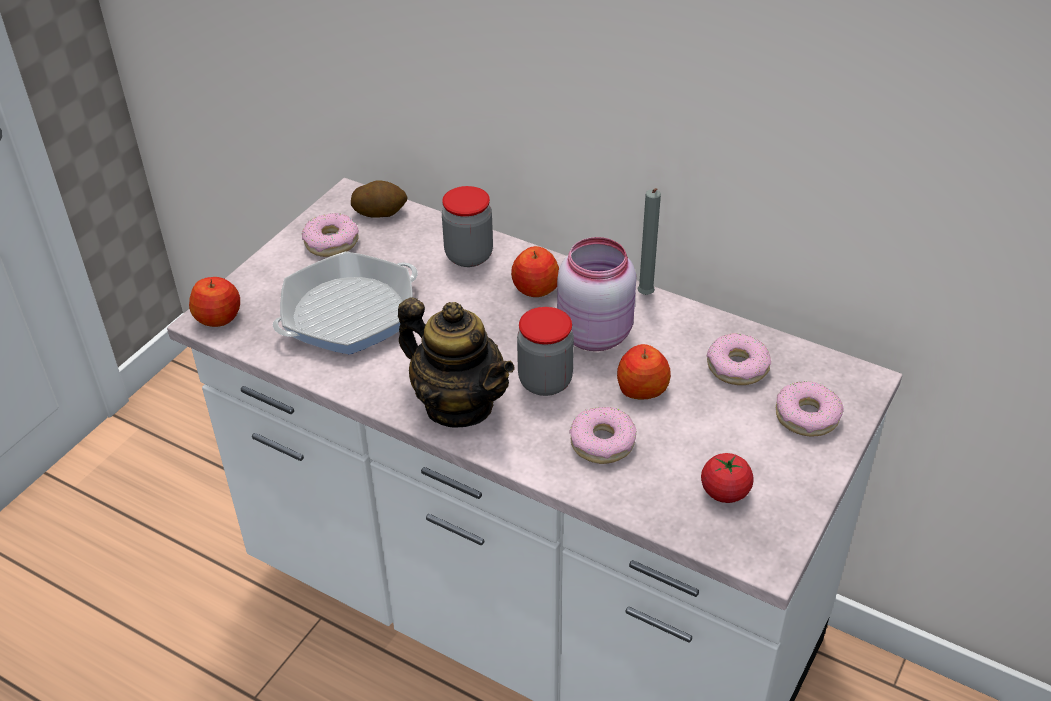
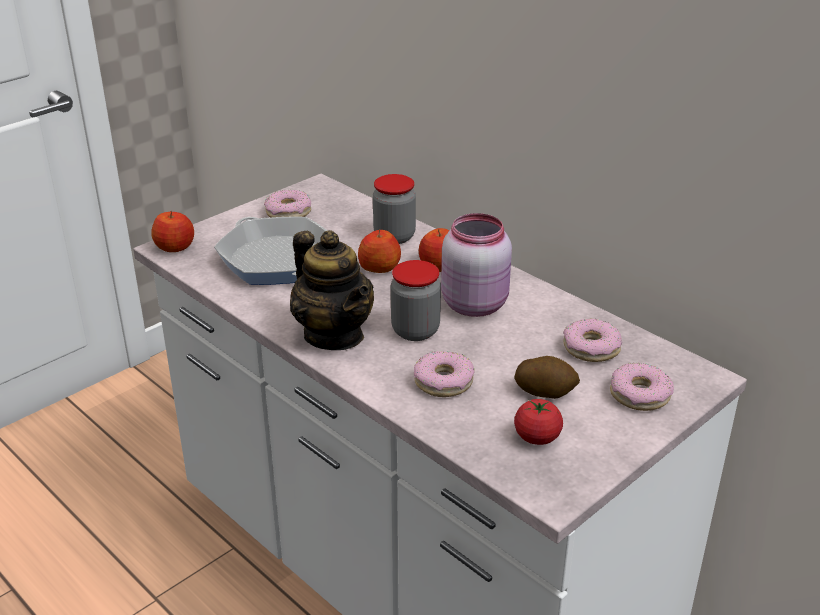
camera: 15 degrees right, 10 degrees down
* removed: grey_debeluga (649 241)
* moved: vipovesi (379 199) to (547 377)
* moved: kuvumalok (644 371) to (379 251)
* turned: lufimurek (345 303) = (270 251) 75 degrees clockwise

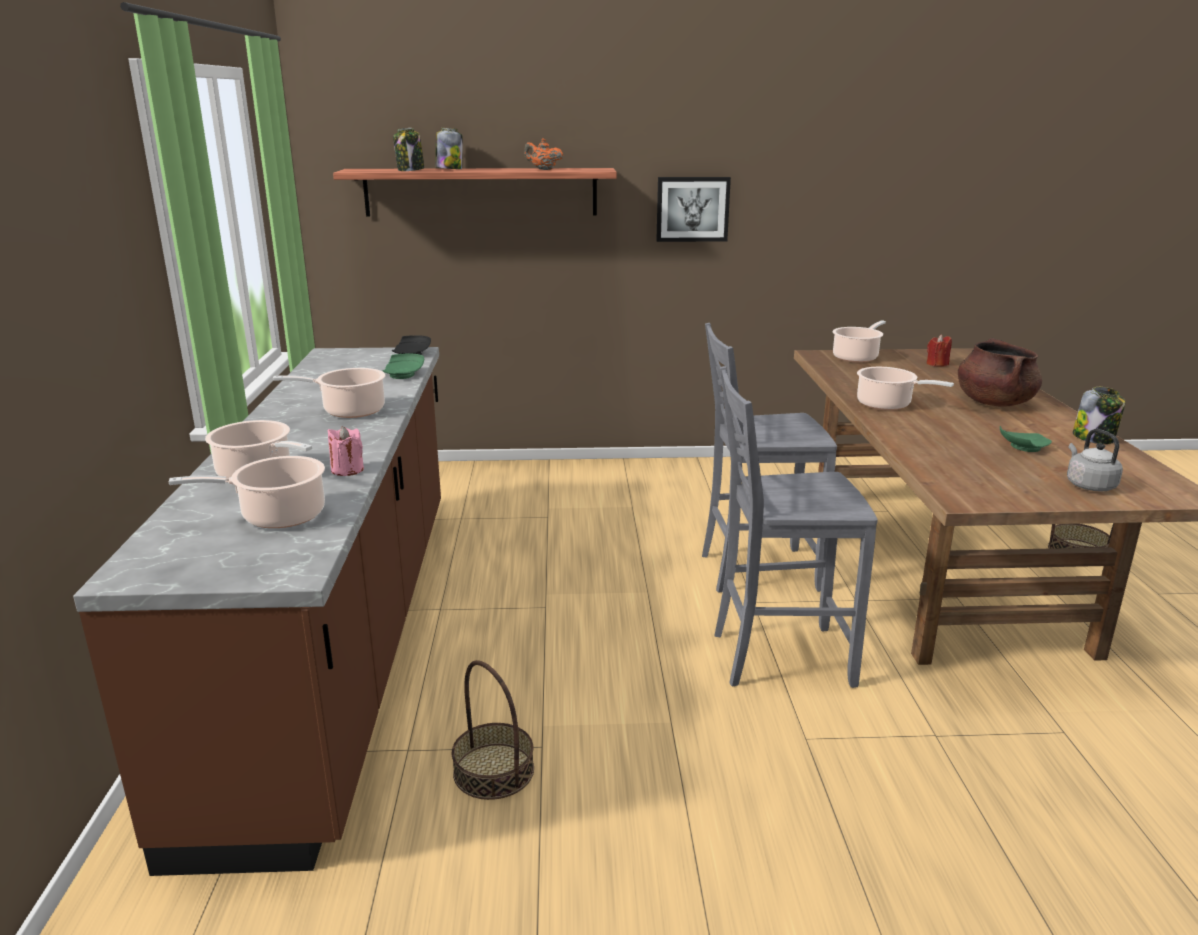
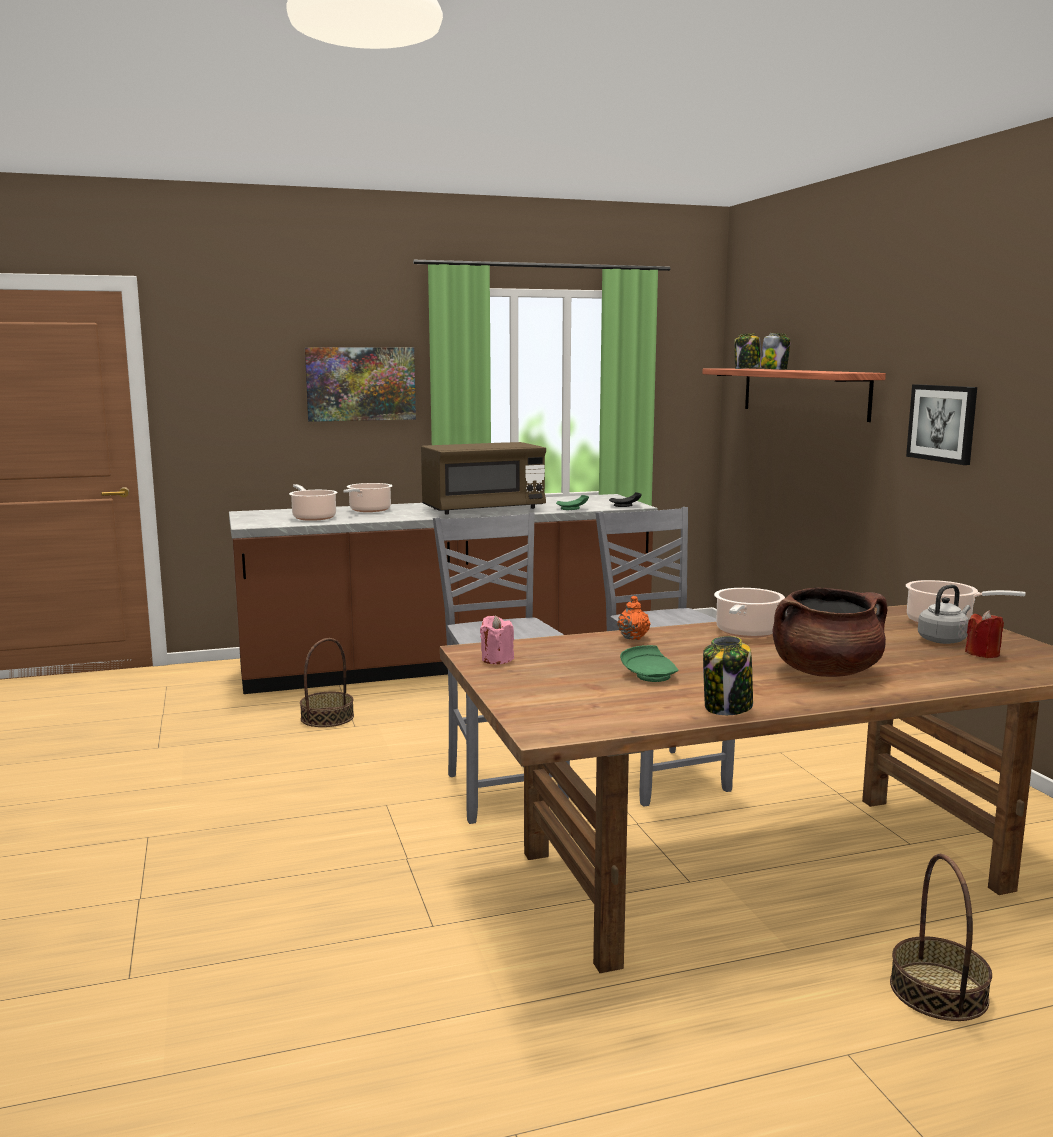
camera: 75 degrees right, 10 degrees down
* added: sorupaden (360 384)
* moved: pink_debeluga (346 451) to (497 640)
* moved: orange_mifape (543 154) to (634 618)
* moved: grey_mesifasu (1095 460) to (944 614)
* replaced: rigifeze (329 393) to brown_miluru (483 478)

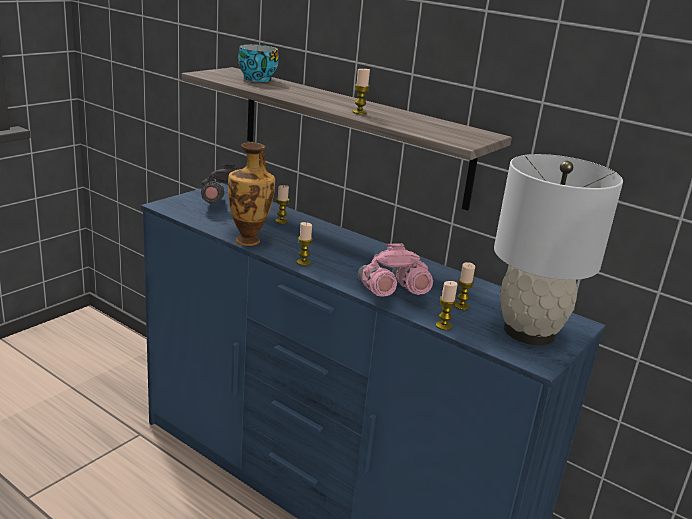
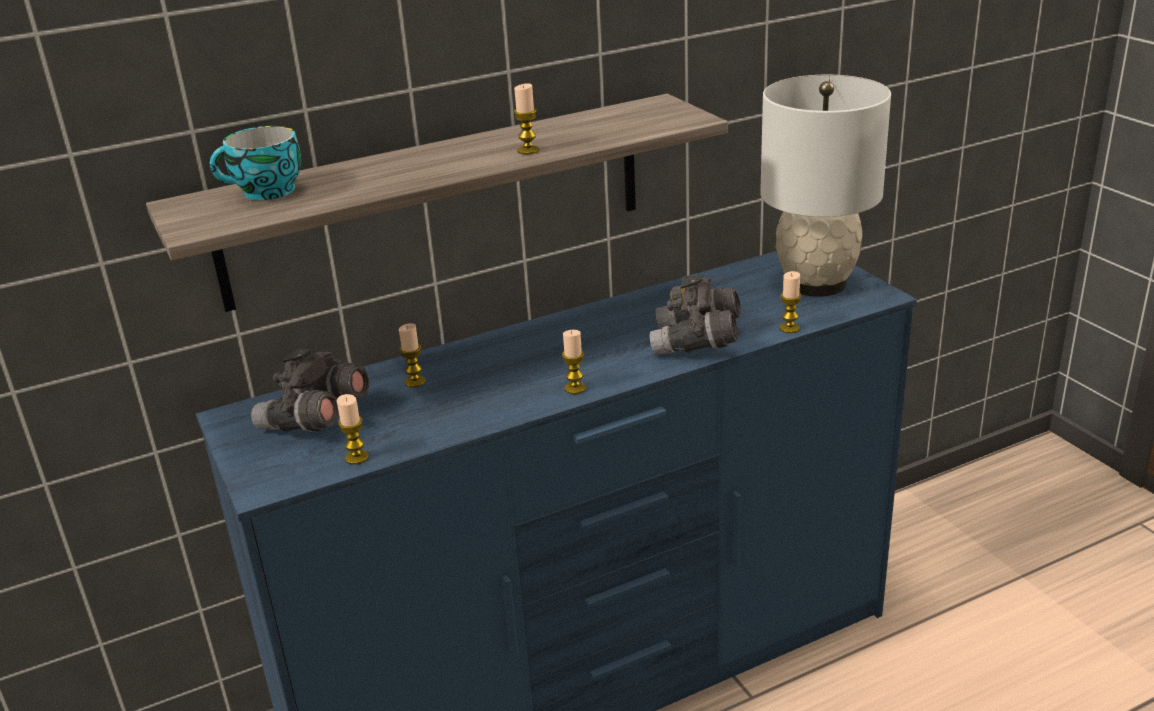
camera: 60 degrees left, 5 degrees up
* removed: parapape (251 194)
* moved: debeluga (464 286) to (353 429)
* recoloured: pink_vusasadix (395 270) to grey_vusasadix (695 314)

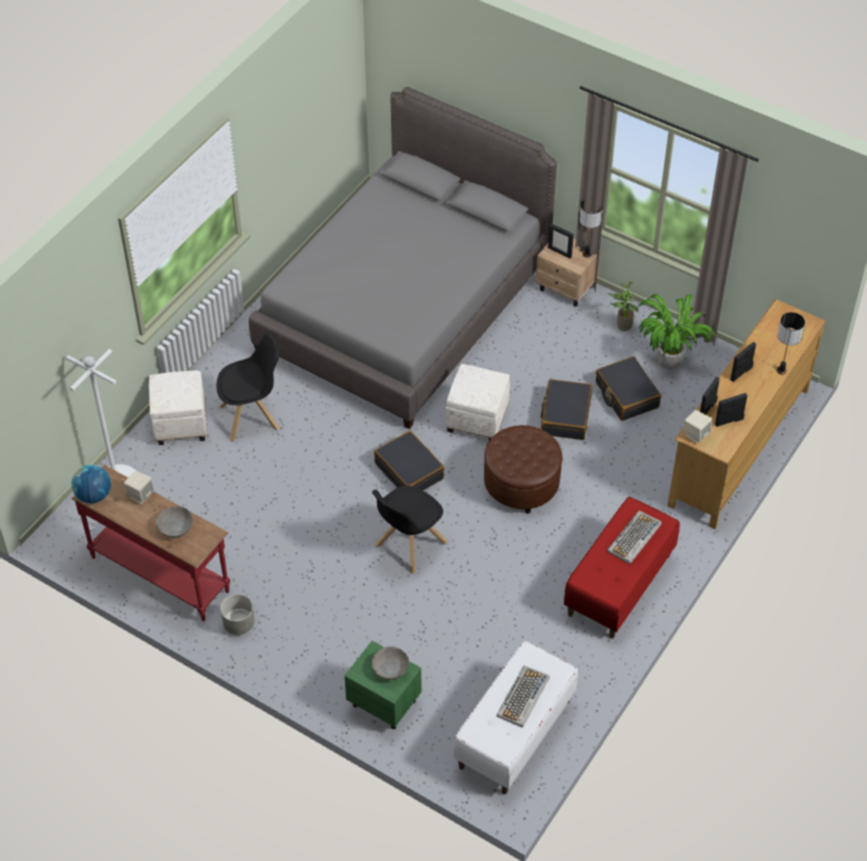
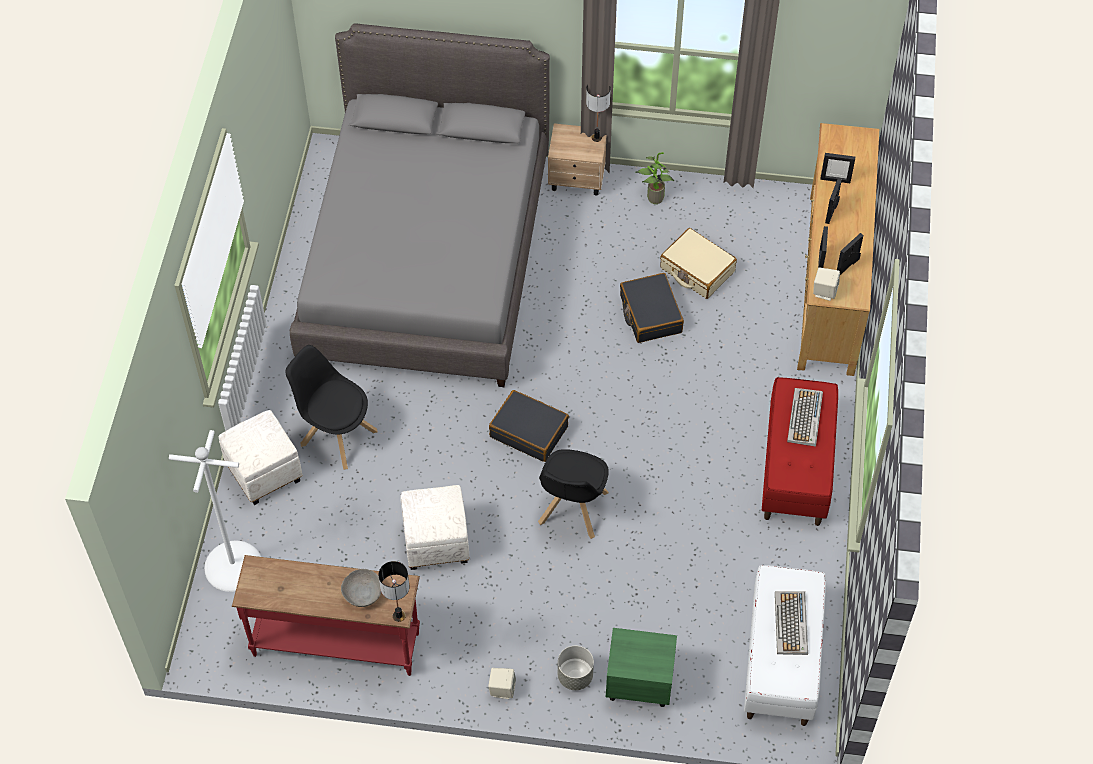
camera: 25 degrees left, 5 degrees up
* removed: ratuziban (91 484)
* removed: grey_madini (390 663)
* removed: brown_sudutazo (523 469)
* removed: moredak (677 332)
* moved: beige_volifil (139 487) to (502 683)
* moved: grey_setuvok (238 614) to (576 668)
* moved: white_sudutazo (478 402) to (435 527)
* moved: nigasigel (561 240) to (837 168)
* moved: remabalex (791 343) to (394 591)
* recoloured: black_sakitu (628 388) to beige_sakitu (698 263)
* turned: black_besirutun (248 387) = (331 407) 105 degrees counterclockwise

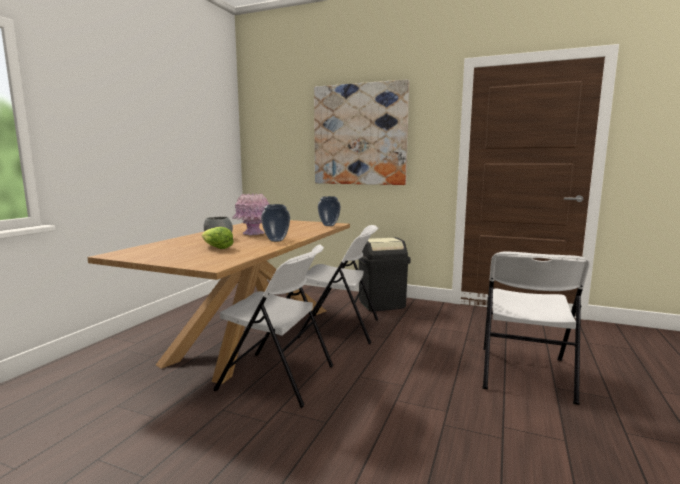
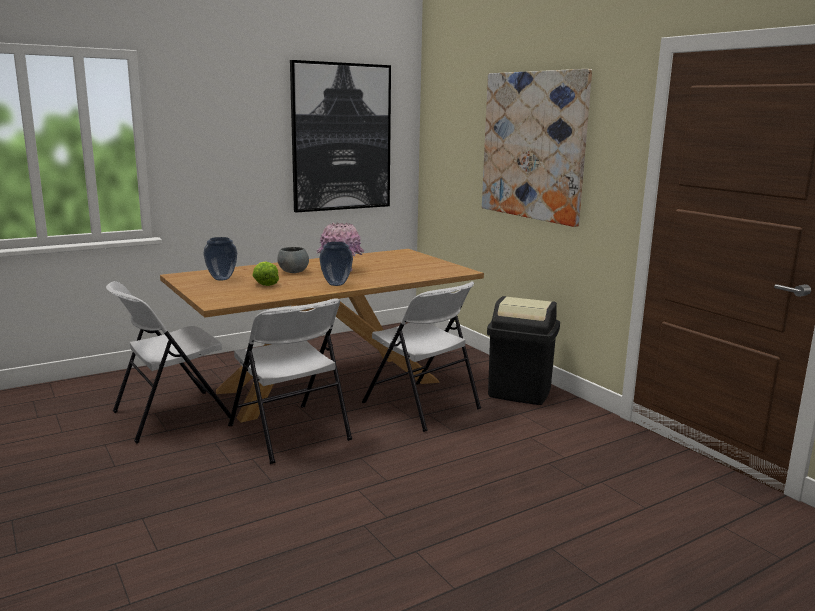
camera: 35 degrees right, 5 degrees up
* added: sorupaden (340 136)
* moved: parapape (329 211) to (220 258)
* moved: white_besirutun (535 328) to (168 362)

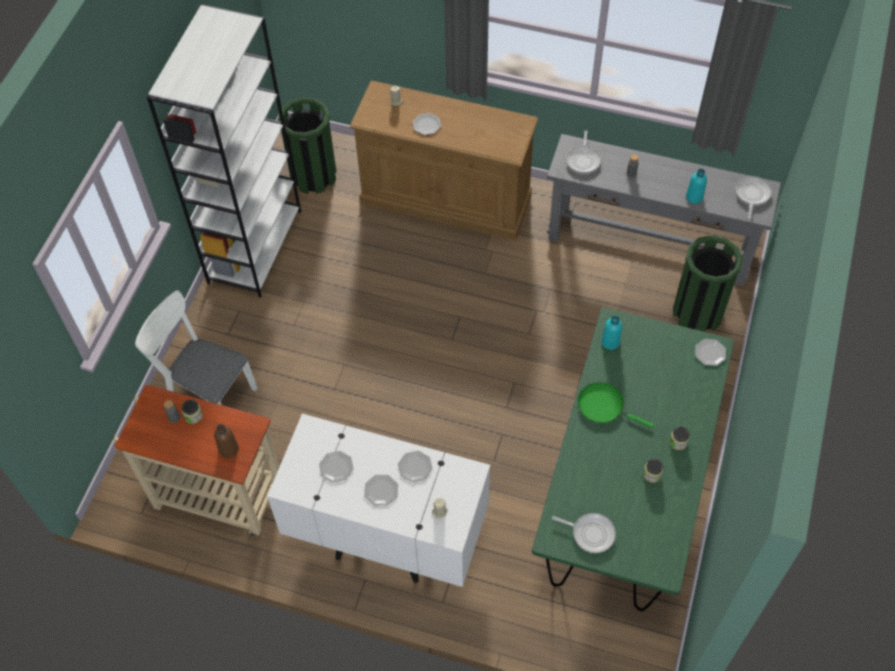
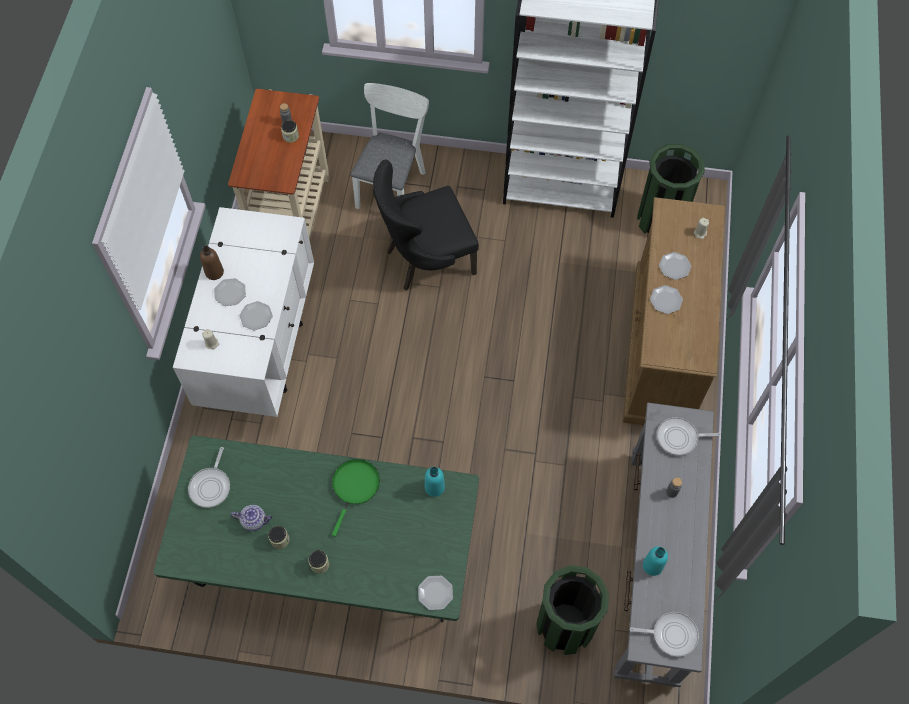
camera: 80 degrees right, 5 degrees up
* added: mifape (252 518)
* added: black_besirutun (426 225)
* moved: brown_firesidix (226 441) to (212 263)
* moved: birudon (336 467) to (666 299)

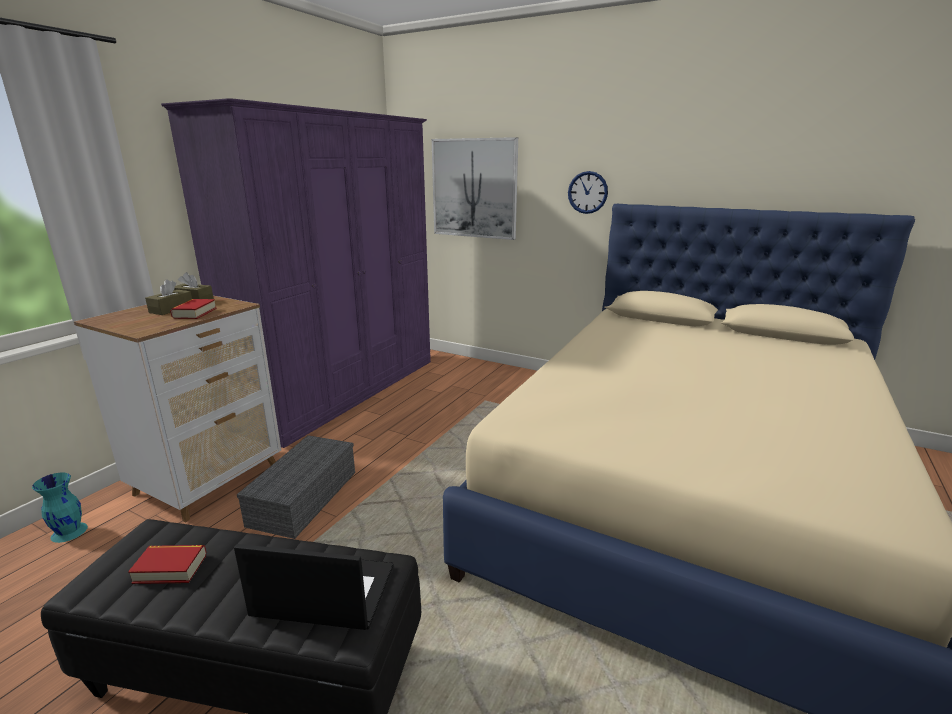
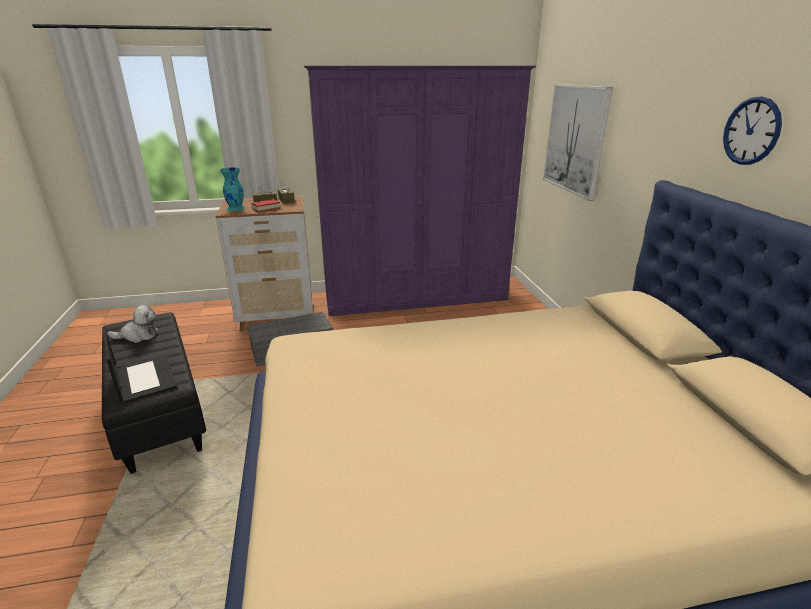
camera: 50 degrees right, 5 degrees up
* moved: turquoise_parapape (60 507) to (233 189)
* moved: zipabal (588 192) to (752 131)
* replaced: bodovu (167 564) to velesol (132 324)

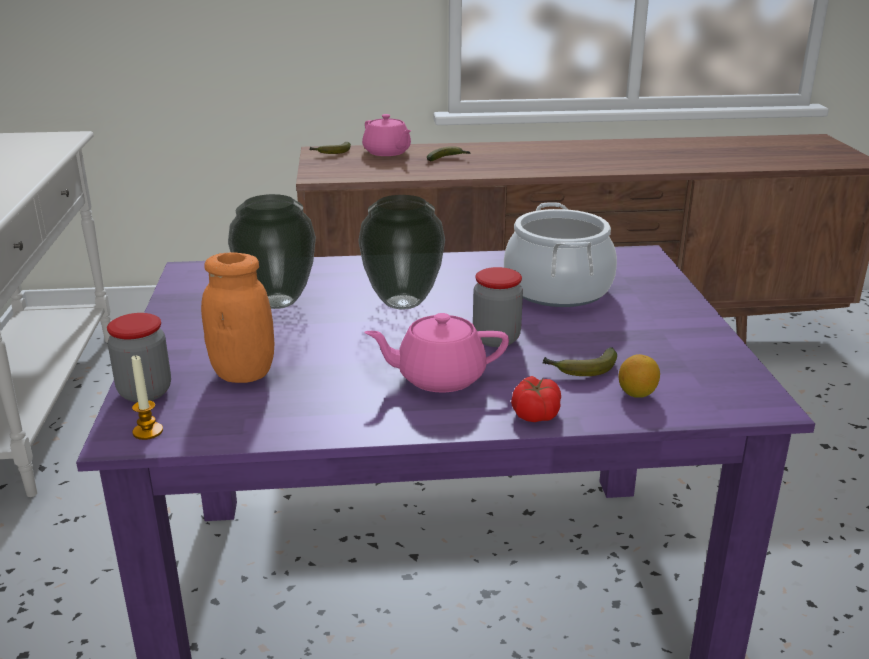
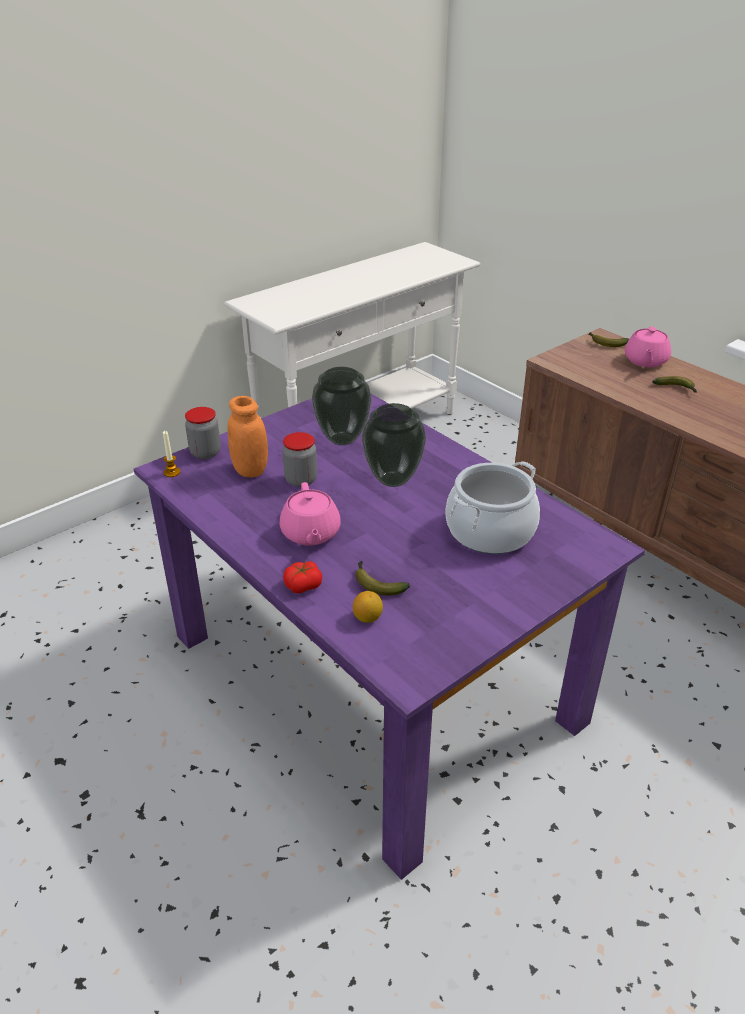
camera: 55 degrees right, 10 degrees up
* moved: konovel (498 307) to (299 459)
* turned: pink_mifape (436 352) = (310 514) 150 degrees counterclockwise

